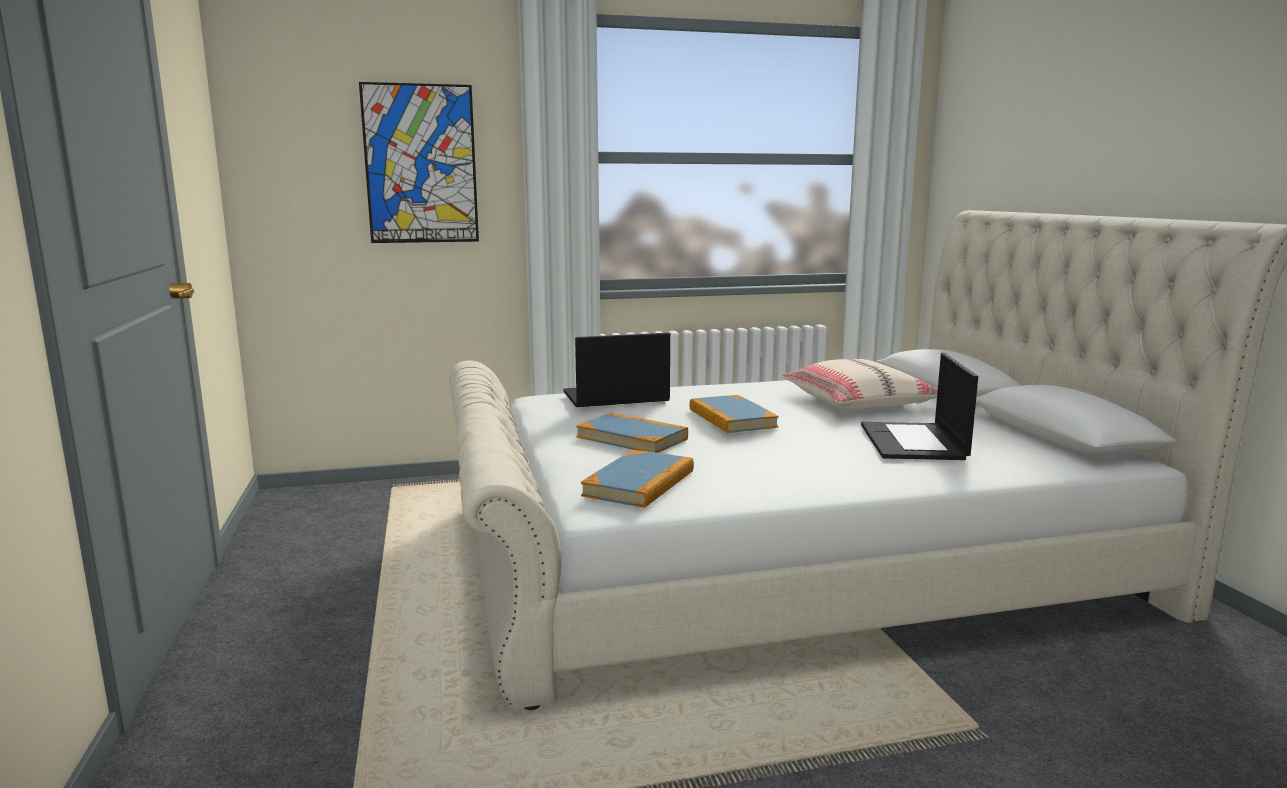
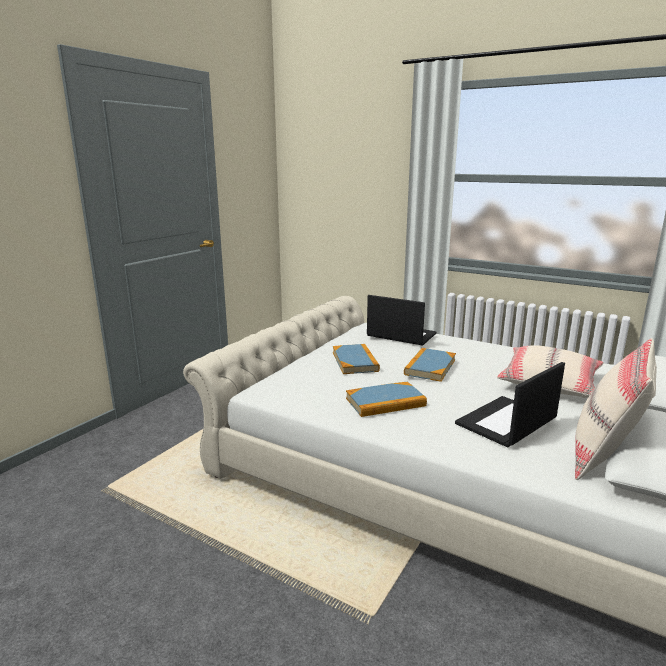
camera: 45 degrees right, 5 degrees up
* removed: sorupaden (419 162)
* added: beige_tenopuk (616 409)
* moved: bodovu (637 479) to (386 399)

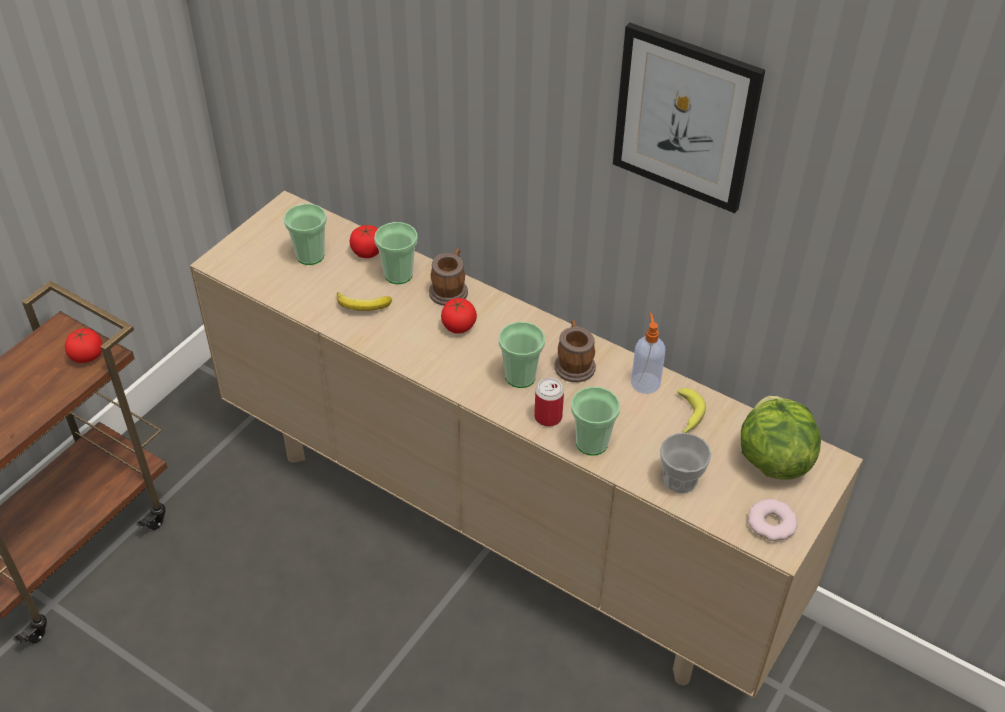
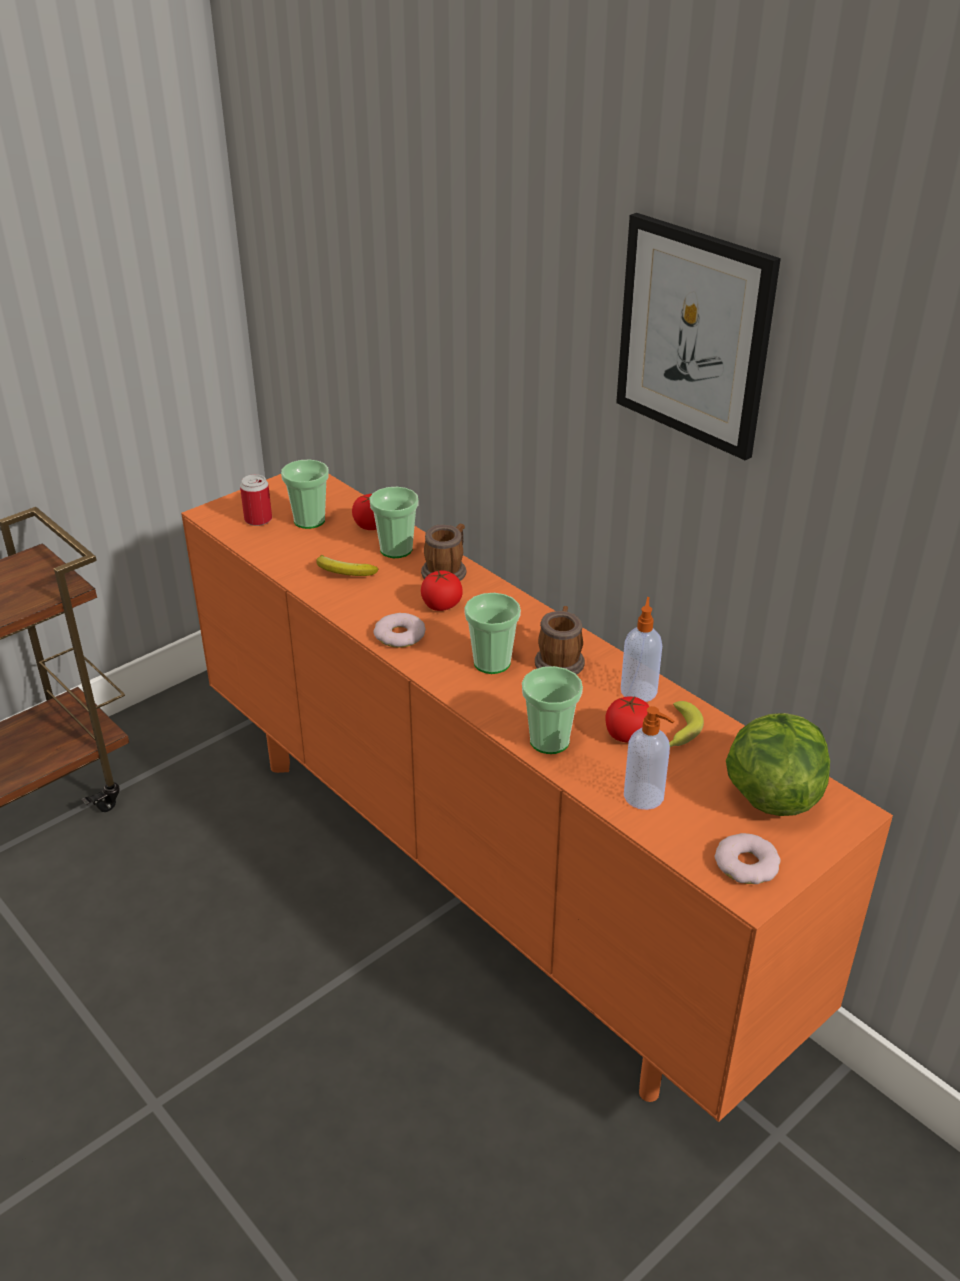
camera: 15 degrees right, 10 degrees down
* added: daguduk (399 630)
* moved: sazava (84 345) to (627 719)
* moved: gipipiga (549 402) to (256 500)
* replaced: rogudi (686 463) to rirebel (649 758)
* recoloured: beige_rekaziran (526 444) to orange_rekaziran (537 798)

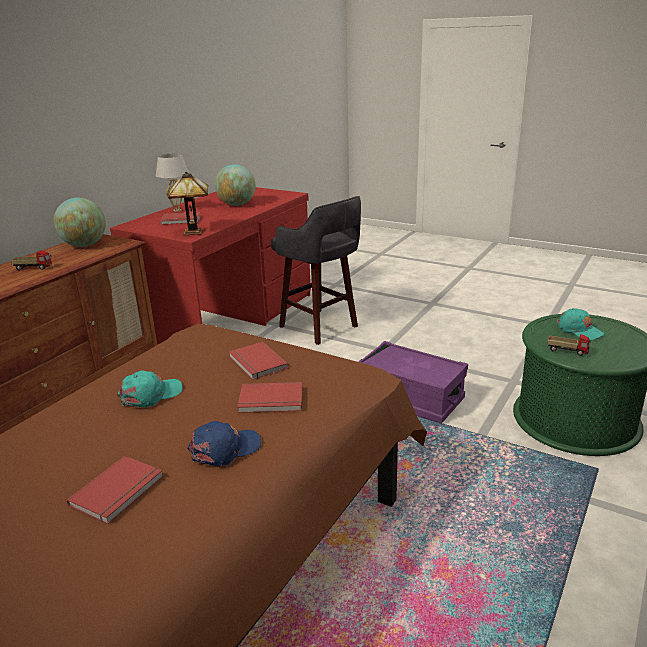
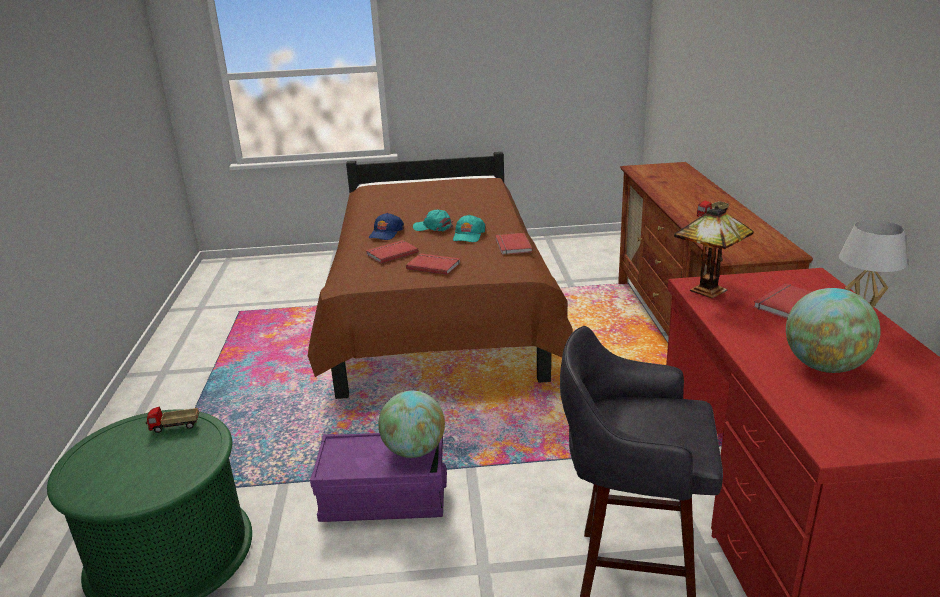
camera: 145 degrees right, 0 degrees up
* moved: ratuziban (79 222) to (411 424)
* moved: red_bodovu (115 490) to (514 244)
* moved: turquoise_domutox (581 324) to (433 220)

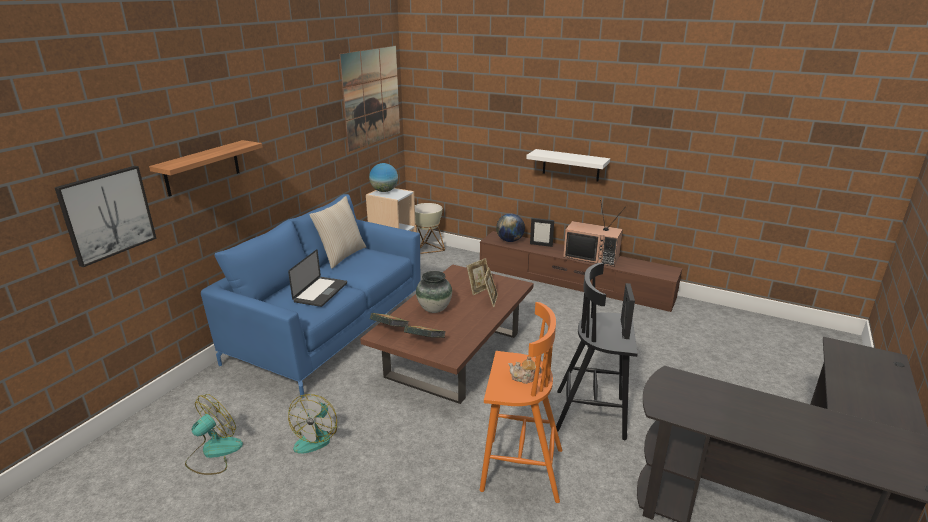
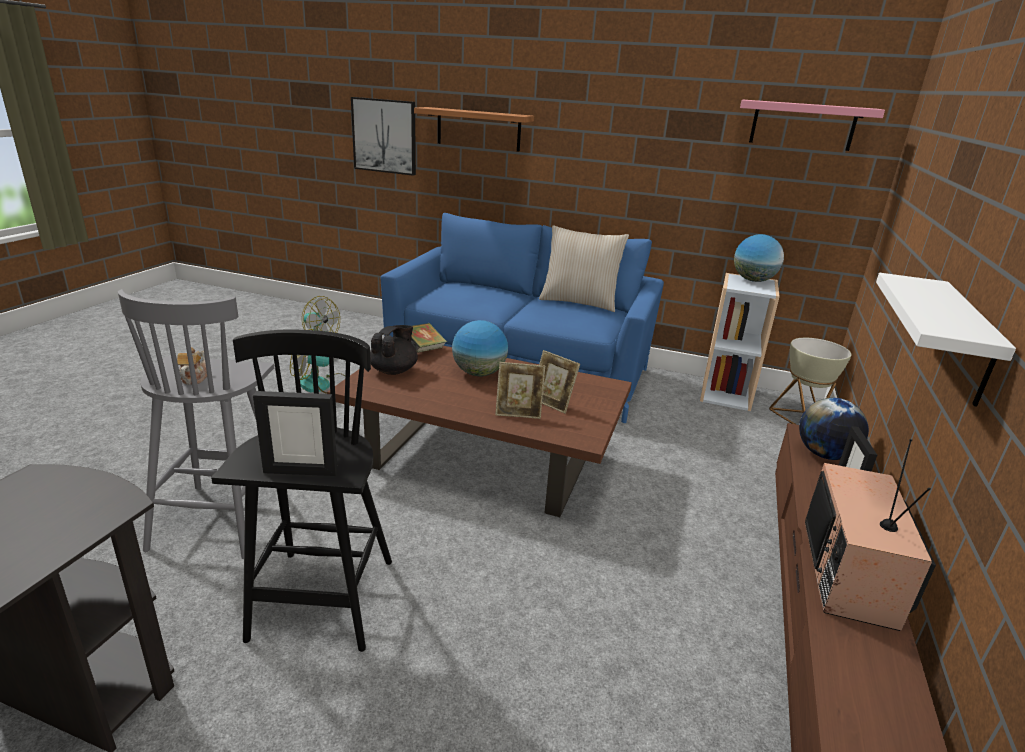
camera: 80 degrees right, 0 degrees up
* removed: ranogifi (317 278)
* replaced: sorupaden (369 99) to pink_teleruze (812 125)
* replaced: bodovu (425 332) to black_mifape (394 350)
* replaced: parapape (434 292) to ratuziban (480 348)
* recoloured: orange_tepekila (521 402) to grey_tepekila (196 424)

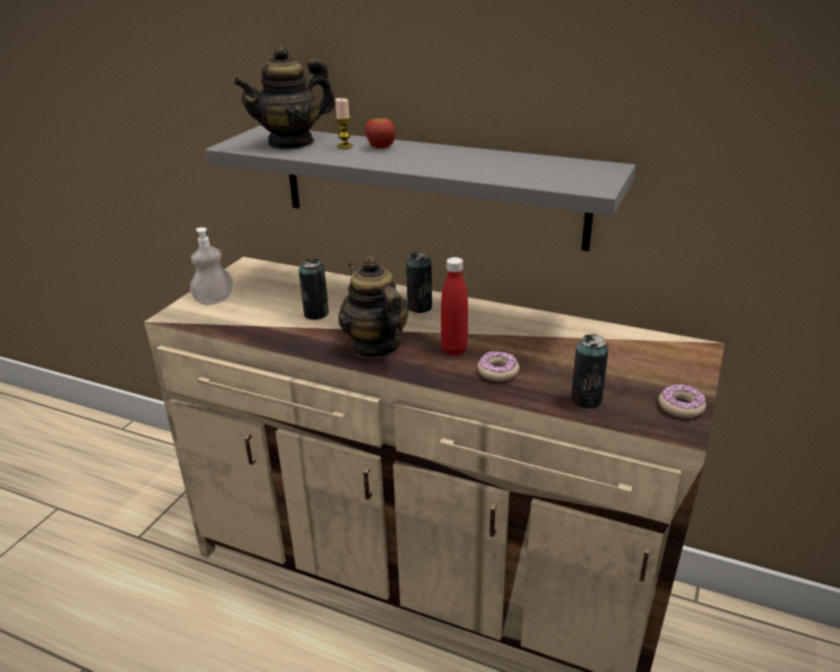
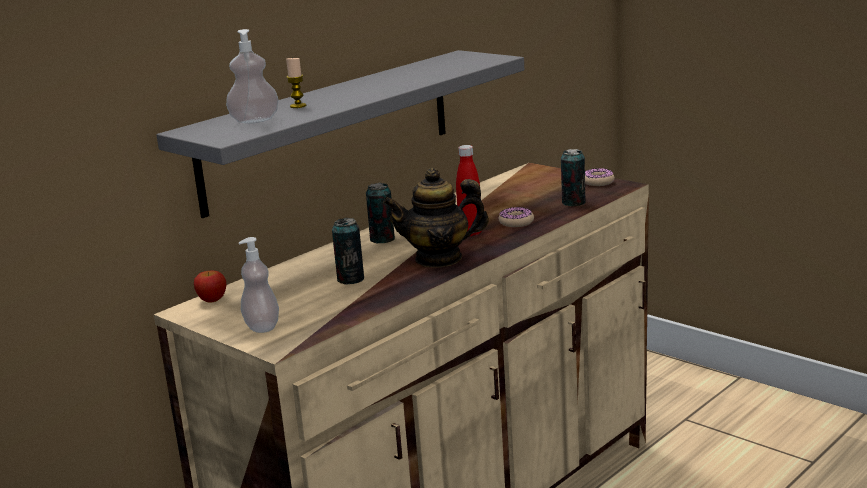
camera: 70 degrees left, 10 degrees down
* moved: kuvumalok (380 133) to (210 287)
* replaced: mifape (284 97) to rirebel (252 76)

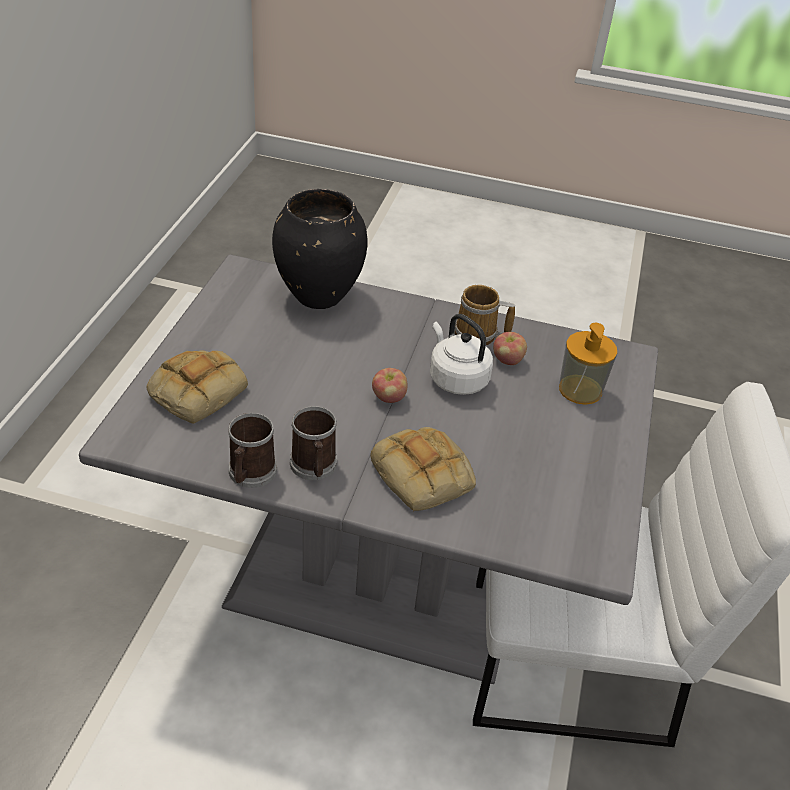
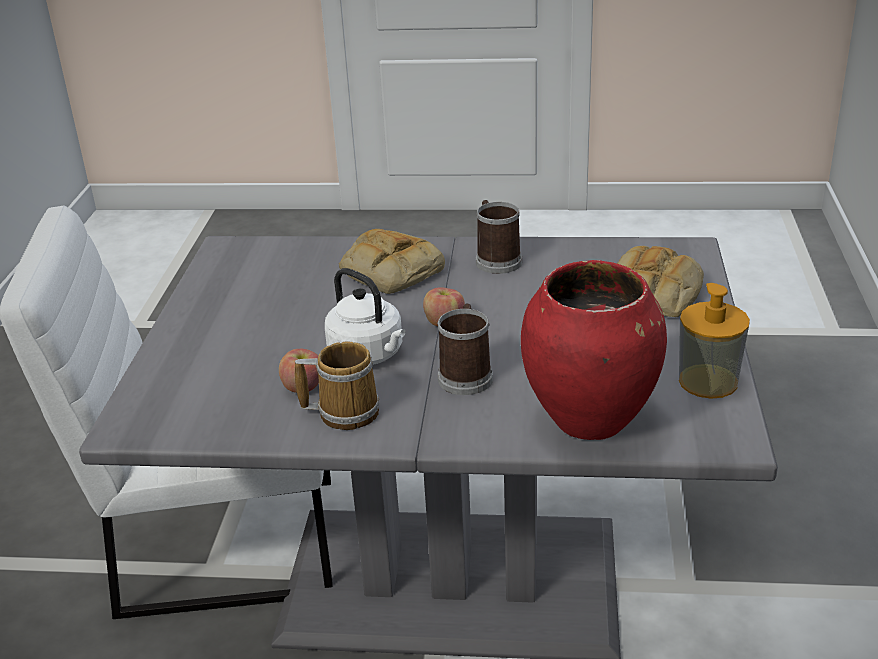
camera: 175 degrees right, 10 degrees down
* moved: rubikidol (252 450) to (465 349)
* moved: rirebel (588 363) to (714 341)
* recoloured: black_parapape (320 249) to red_parapape (594 350)

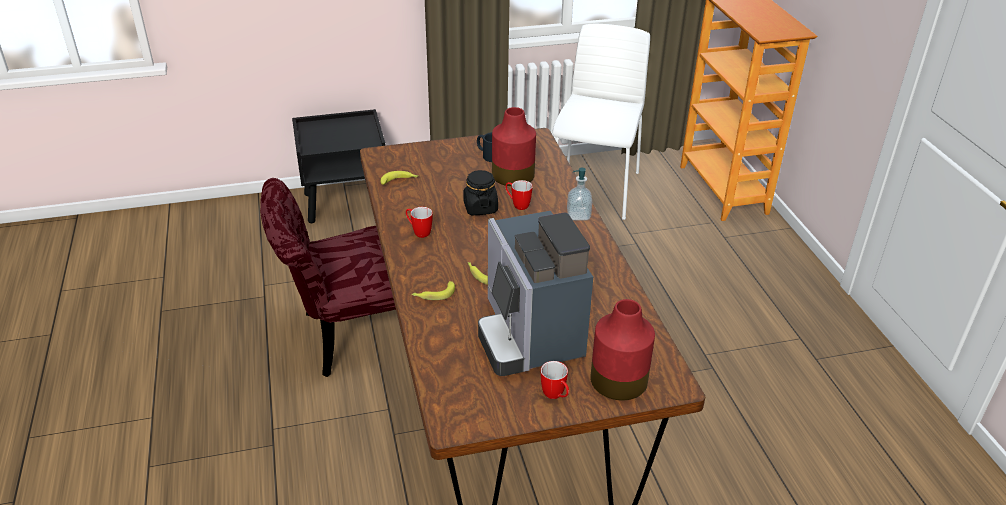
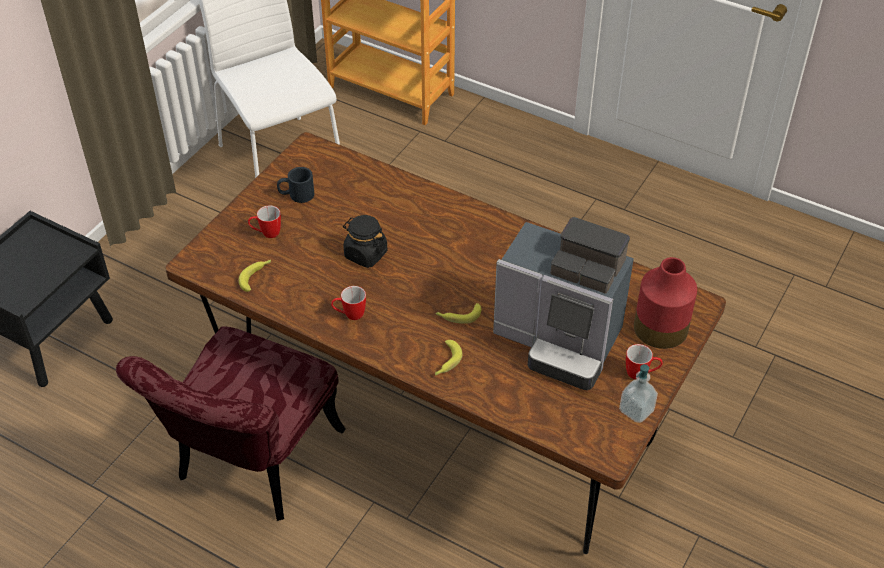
camera: 45 degrees left, 10 degrees up
* removed: red_parapape (514 146)
* moved: rubikidol (519 195) to (264 221)
* moved: rirebel (579 194) to (638 393)

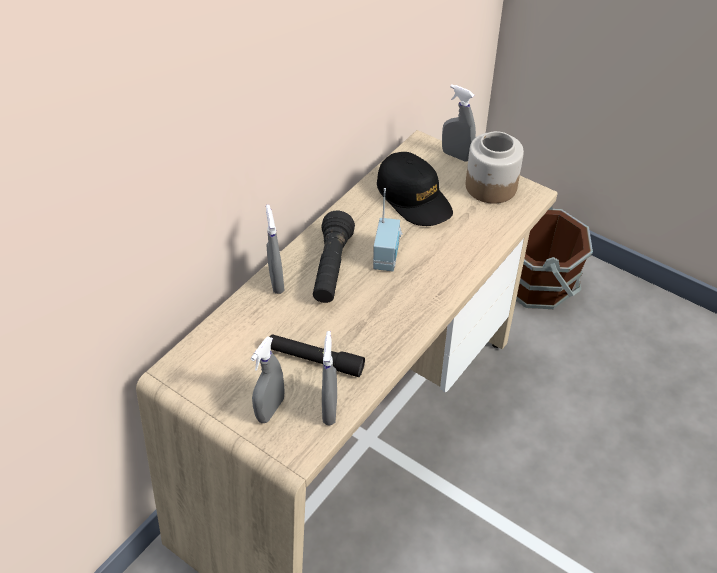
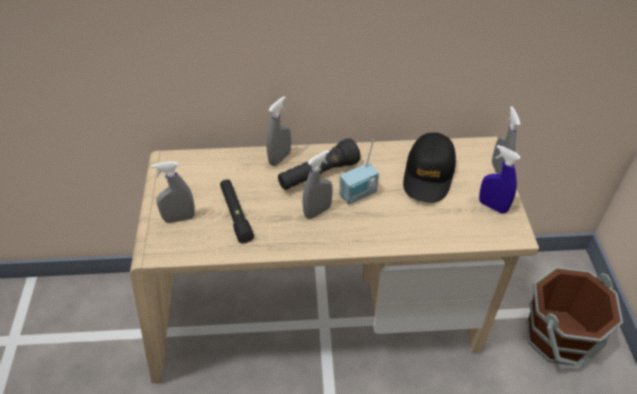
camera: 50 degrees right, 0 degrees up
* moved: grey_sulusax (329 378) to (317 184)
* replaced: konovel (495 167) to blue_sulusax (500 179)

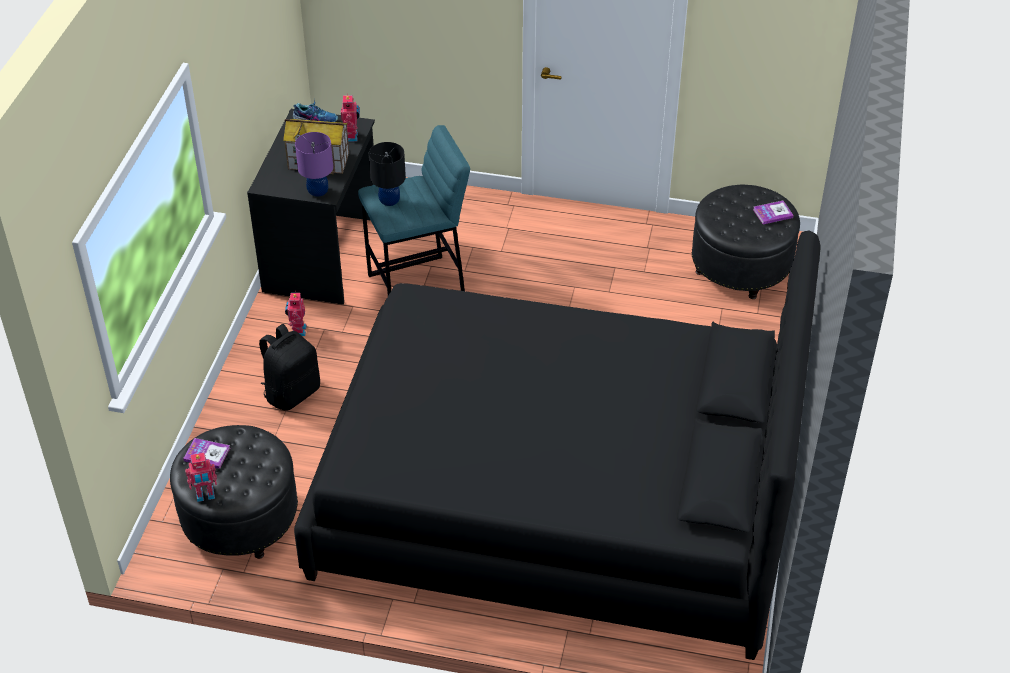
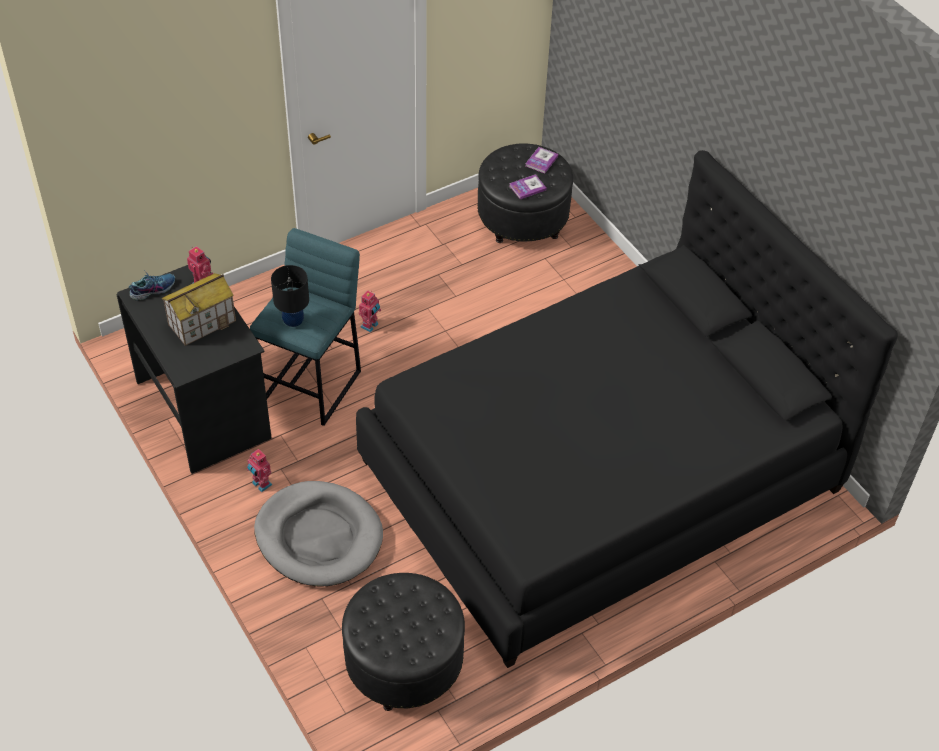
camera: 45 degrees left, 5 degrees up
* removed: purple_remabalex (314 164)
* moved: bodovu (206 453) to (528 186)
* moved: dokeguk (201 477) to (370 311)
* replaced: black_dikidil (289 367) to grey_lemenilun (318 534)

